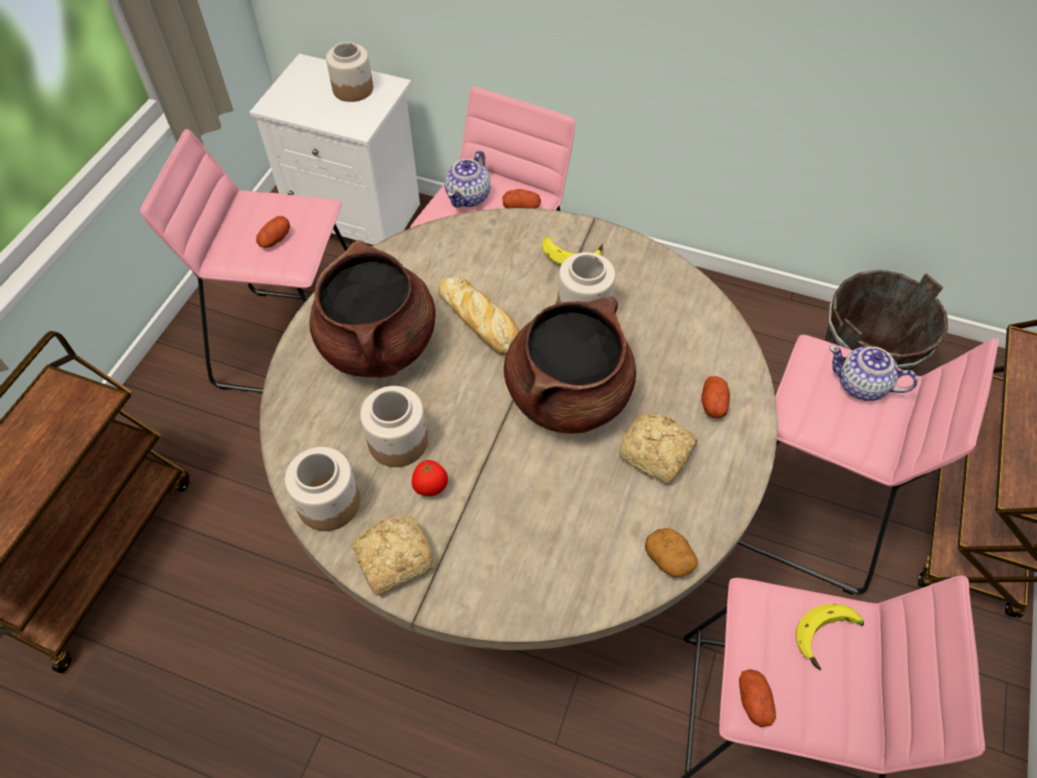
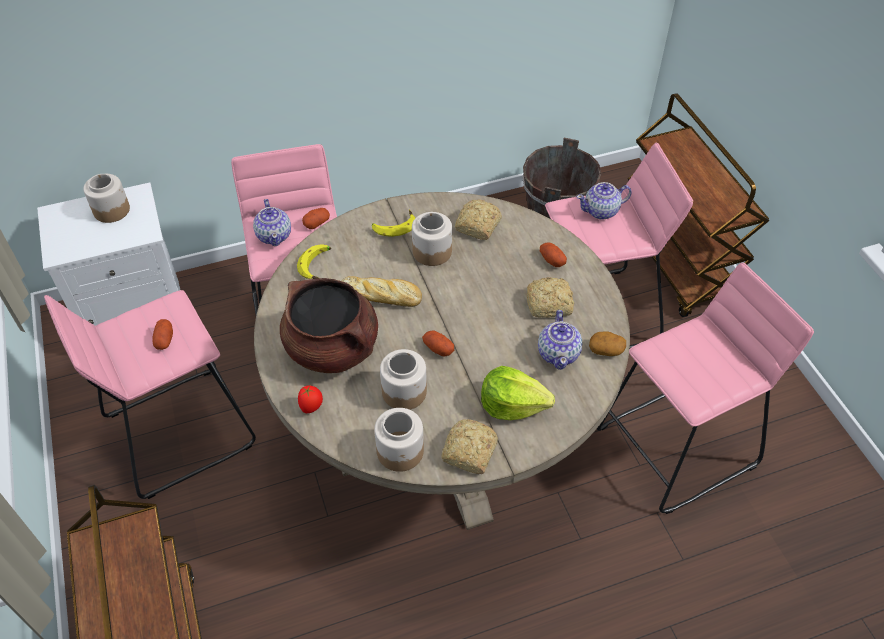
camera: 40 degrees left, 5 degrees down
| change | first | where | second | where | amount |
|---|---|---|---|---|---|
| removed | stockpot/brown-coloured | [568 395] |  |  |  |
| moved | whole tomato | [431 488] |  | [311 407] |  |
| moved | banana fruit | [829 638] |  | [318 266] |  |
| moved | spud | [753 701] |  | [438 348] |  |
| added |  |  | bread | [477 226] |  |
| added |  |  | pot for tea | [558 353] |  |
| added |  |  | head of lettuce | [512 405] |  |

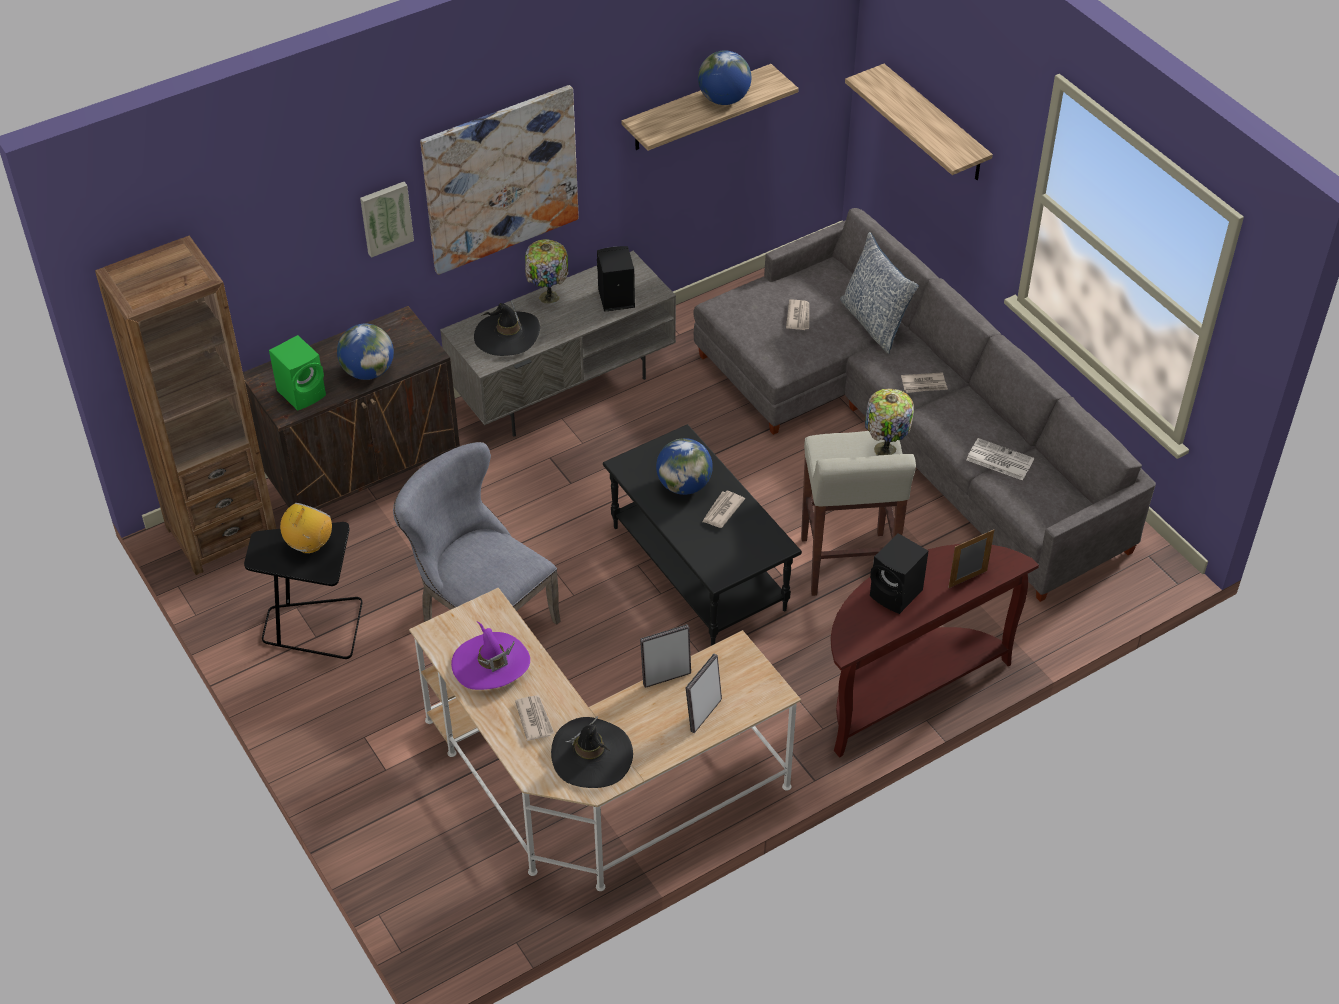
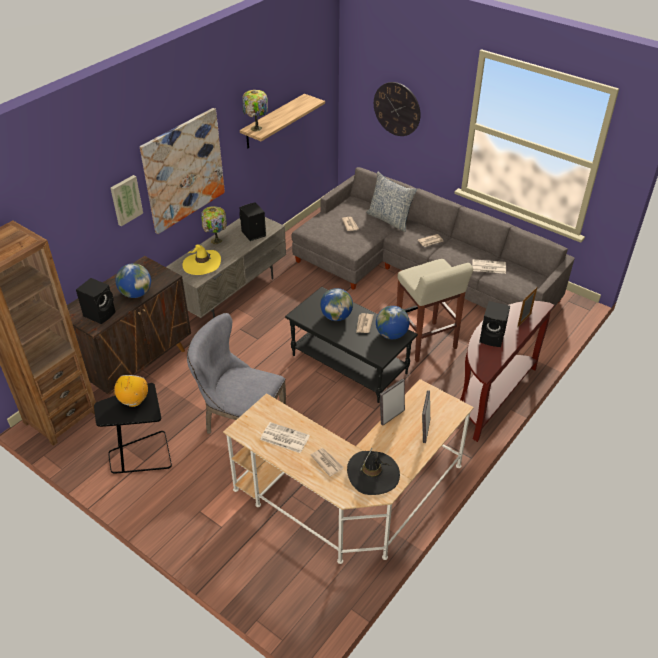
camera: 20 degrees left, 5 degrees down
| change | first | where | second | where | amount |
|---|---|---|---|---|---|
| moved | globe | [724 99] |  | [391 334] |  |
| replaced | bracket shelf | [935 124] | hanging clock | [397 109] |  |
| recoloured | clothing hat/black-coloured | [507 336] | clothing hat/yellow | [202 264] |  |
| recoloured | audio speaker/greenish | [303 393] | audio speaker/black-coloured | [100 314] |  |
| moved | tabletop lamp | [884 451] |  | [256 129] |  |
| replaced | clothing hat/purple | [491 664] | printed paper | [284 438] |  |

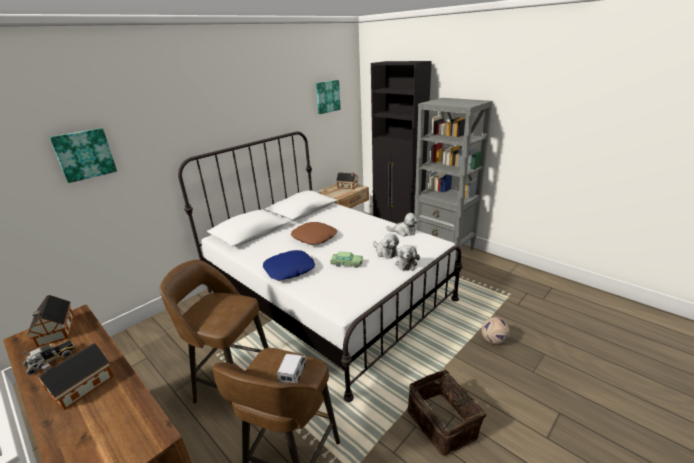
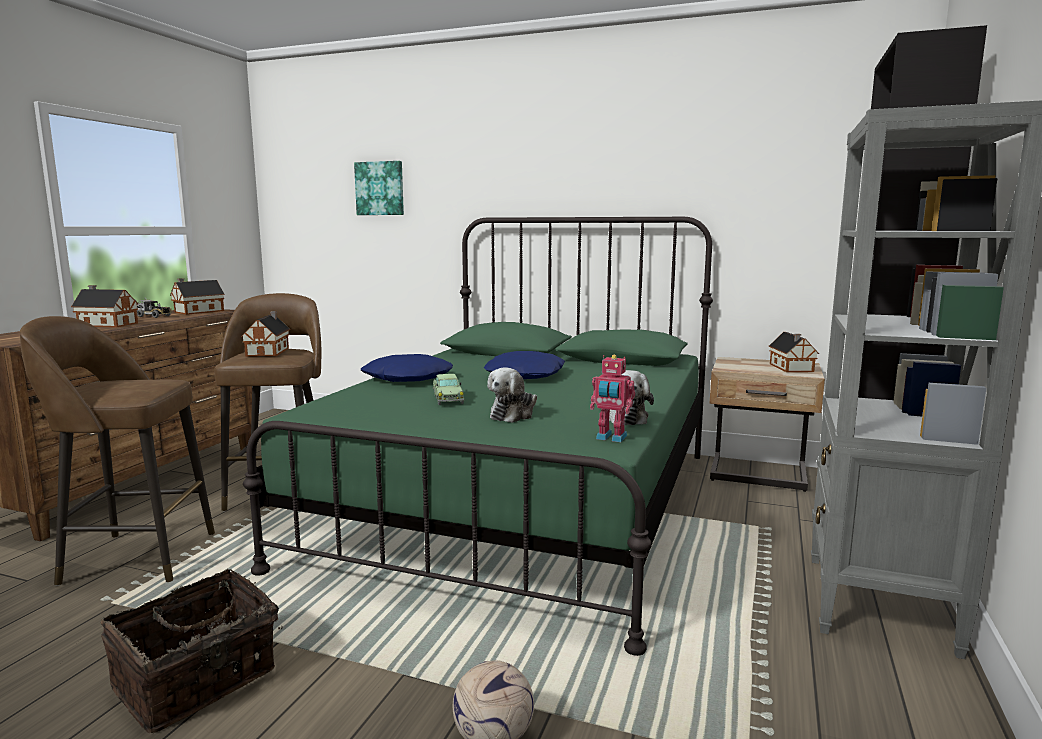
camera: 65 degrees right, 15 degrees down
| change | first | where | second | where | amount |
|---|---|---|---|---|---|
| removed | wall picture | [327 96] |  |  |  |
| recoloured | bed/white-coloured | [327 295] | bed/greenish | [523 503] |  |
| recoloured | pillow/brown-coloured | [314 237] | pillow/blue-coloured | [526 375] |  |
| removed | soft toy | [406 263] |  |  |  |
| removed | toy lorry | [293 373] |  |  |  |
| added |  |  | toy house | [269 351] |  |
| added |  |  | model robot | [611 438] |  |

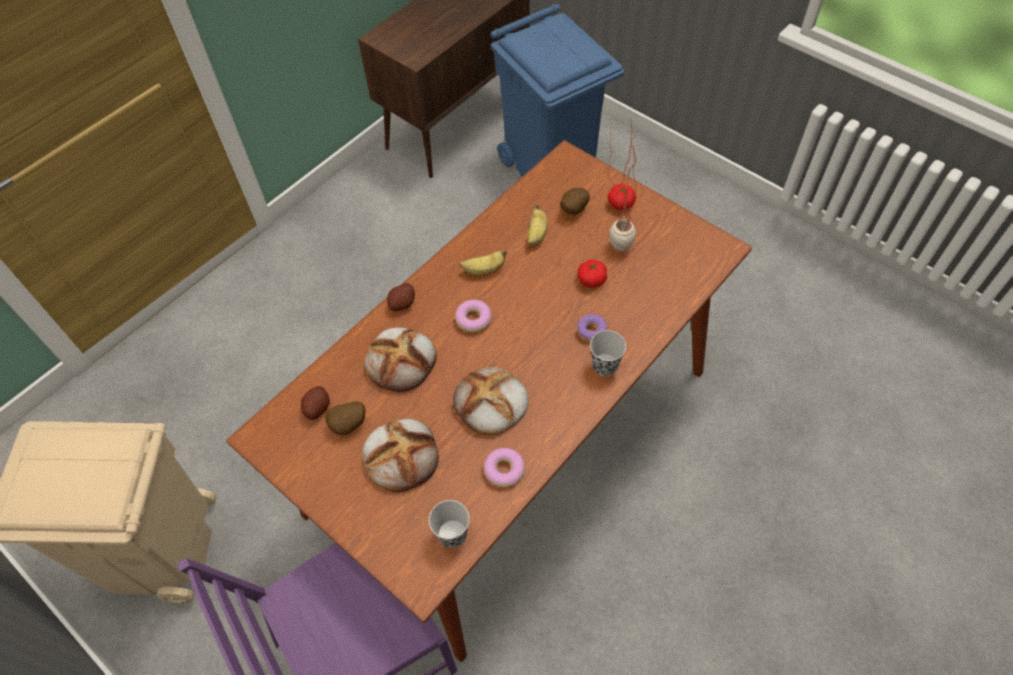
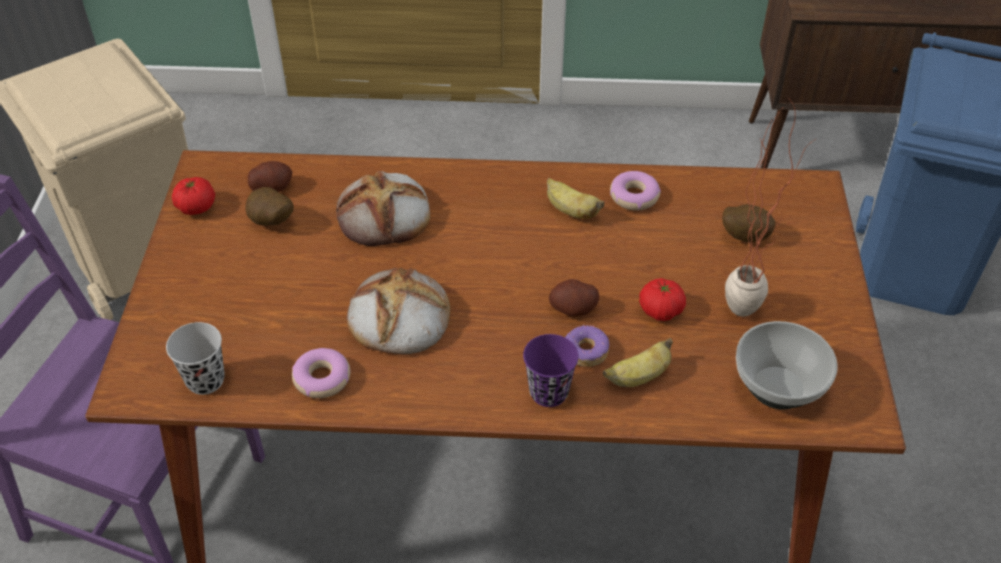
camera: 50 degrees right, 10 degrees down
| change | first | where | second | where | amount |
|---|---|---|---|---|---|
| moved | whole tomato | [620 204] |  | [196 207] |  |
| moved | banana fruit | [536 235] |  | [638 377] |  |
| moved | spud | [402 303] |  | [573 309] |  |
| moved | doughnut | [473 319] |  | [634 196] |  |
| recoloured | cup/black-coloured | [605 366] | cup/purple | [548 392] |  |
| removed | bread | [402 456] |  |  |  |
| added |  |  | serving bowl | [779 388] |  |

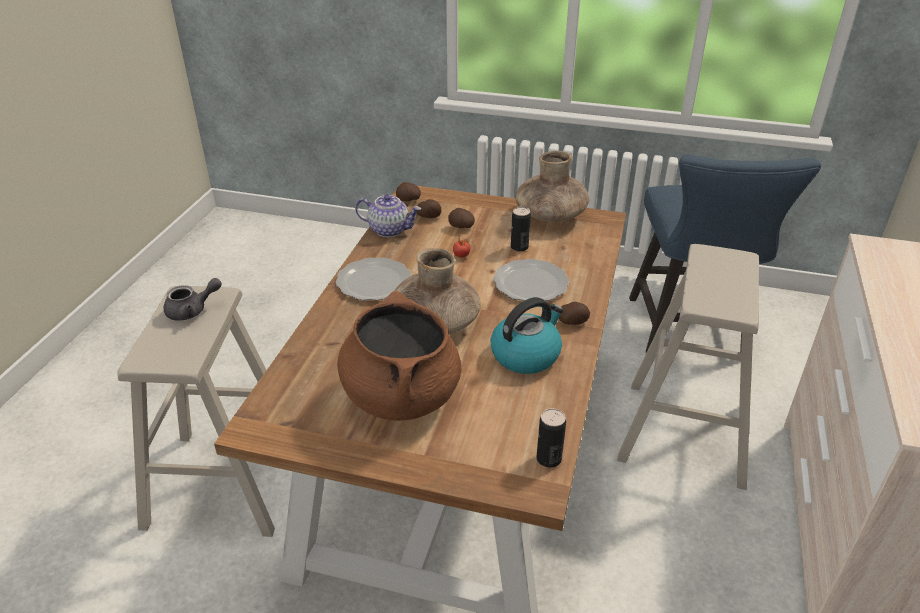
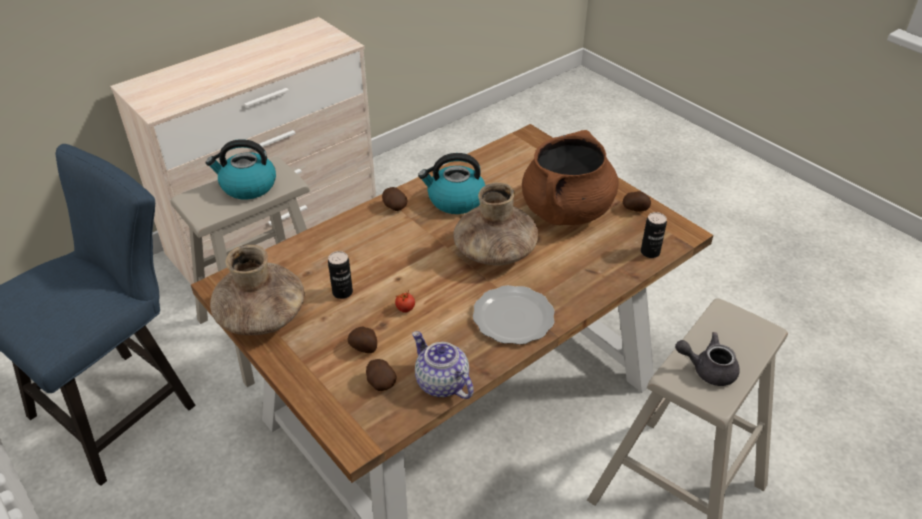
camera: 145 degrees left, 5 degrees up
| change | first | where | second | where | amount |
|---|---|---|---|---|---|
| moved | spud | [408 200] |  | [635 209] |  |
| removed | plate | [530 284] |  |  |  |
| moved | sealed can | [549 459] |  | [650 252] |  |
| added |  |  | kettle | [247 186] |  |

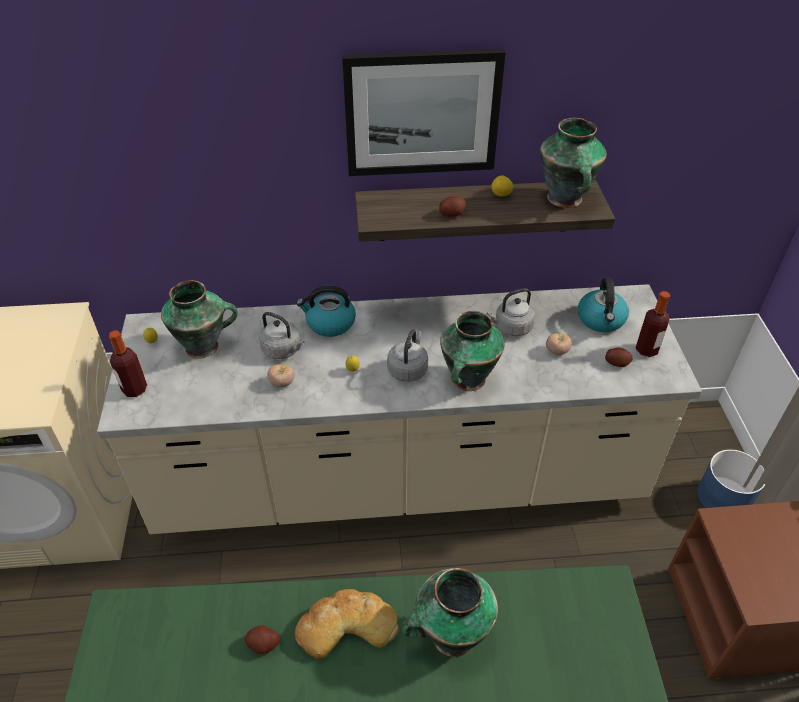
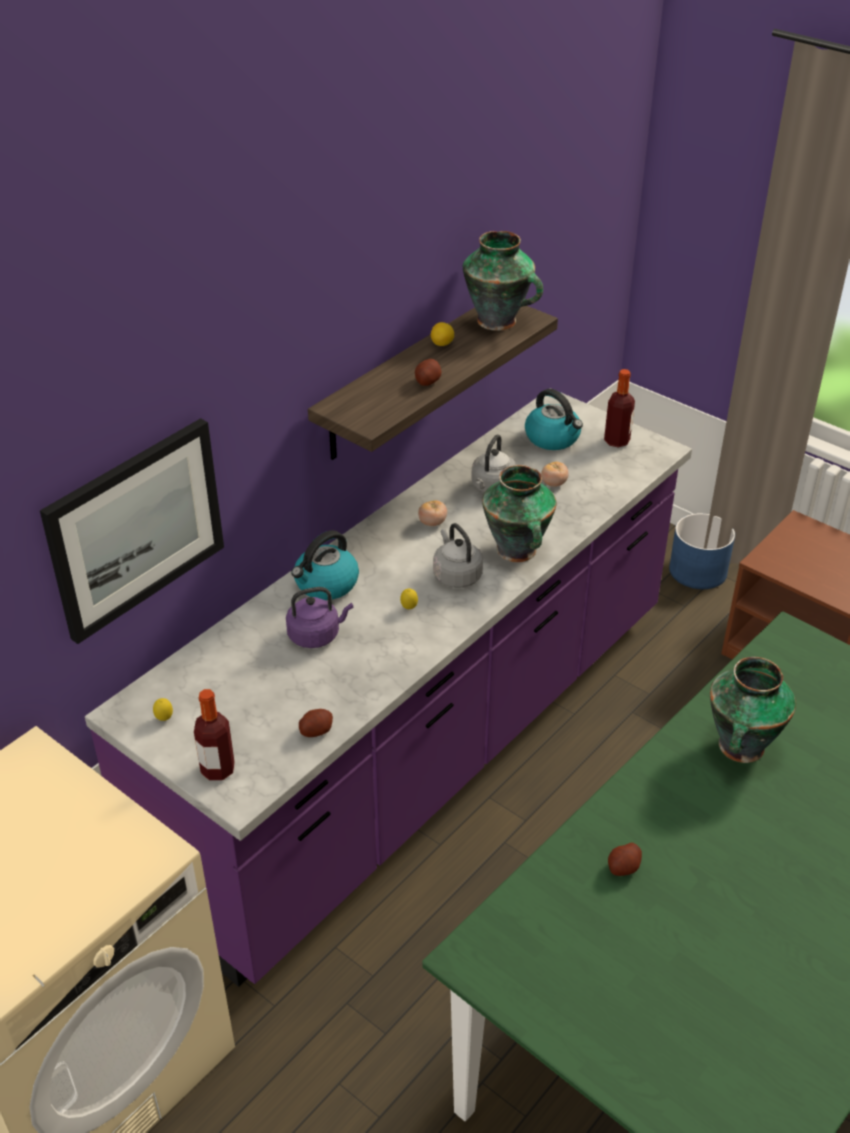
camera: 45 degrees left, 5 degrees down
| change | first | where | second | where | amount |
|---|---|---|---|---|---|
| moved | wall picture | [422 113] |  | [136 528] |  |
| removed | decorative vase | [204 347] |  |  |  |
| recoloured | kitchen base unit/sand-coloured | [399 478] | kitchen base unit/purple | [425 748] |  |
| recoloured | kettle/greyish | [283 350] | kettle/purple | [316 635] |  |
| moved | spud | [617 363] |  | [316 730] |  |
| moved | whole tomato | [282 383] |  | [432 523] |  |
| removed | bread | [346 625] |  |  |  |

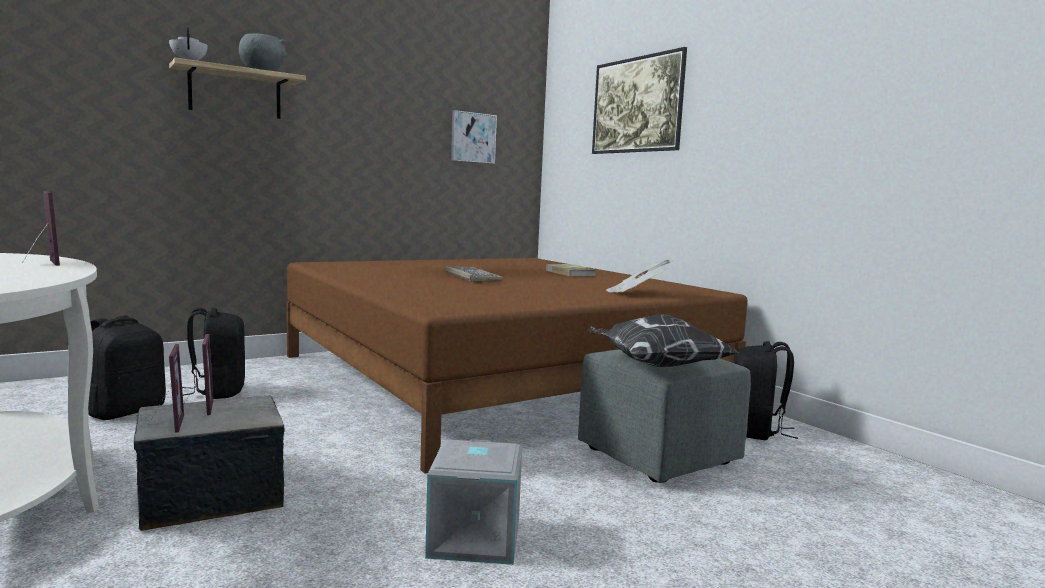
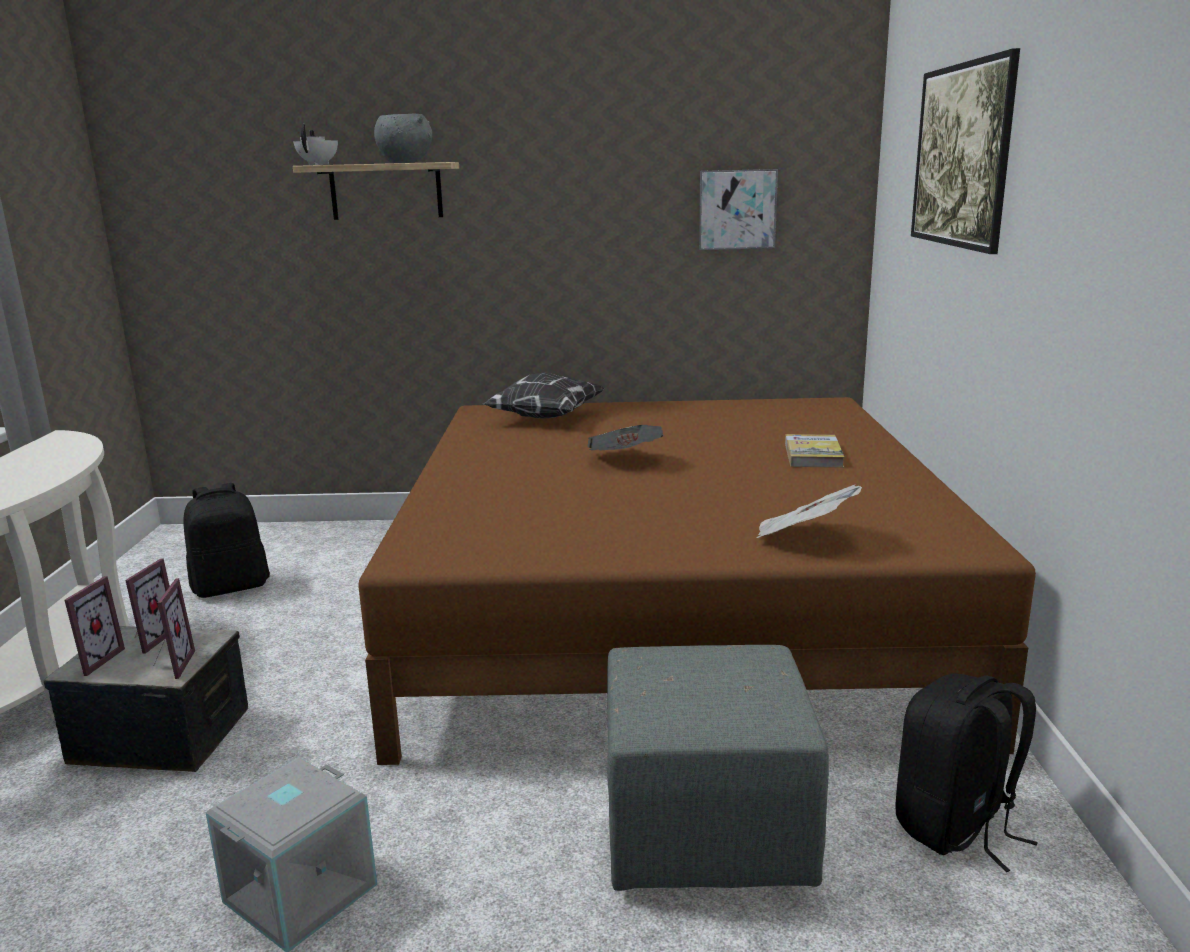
camera: 35 degrees right, 10 degrees up
| change | first | where | second | where | amount |
|---|---|---|---|---|---|
| moved | picture frame | [39 263] |  | [170 665] |  |
| replaced | PC keyboard | [471 276] | printed paper | [624 460] |  |
| removed | knapsack/black-coloured | [217 392] |  |  |  |
| moved | pillow | [655 366] |  | [544 418] |  |

